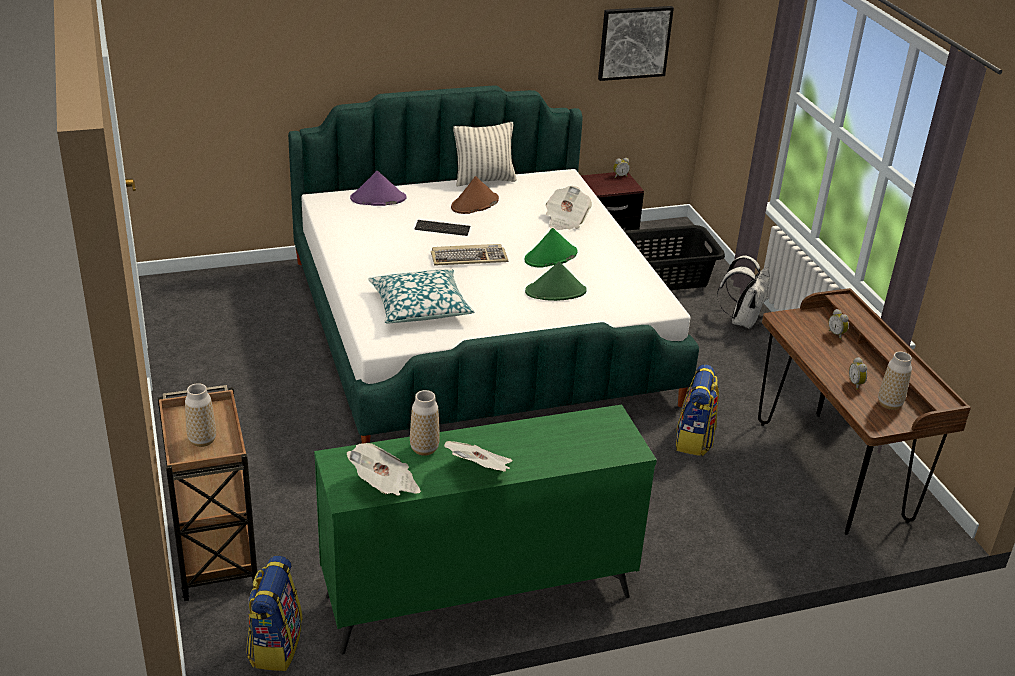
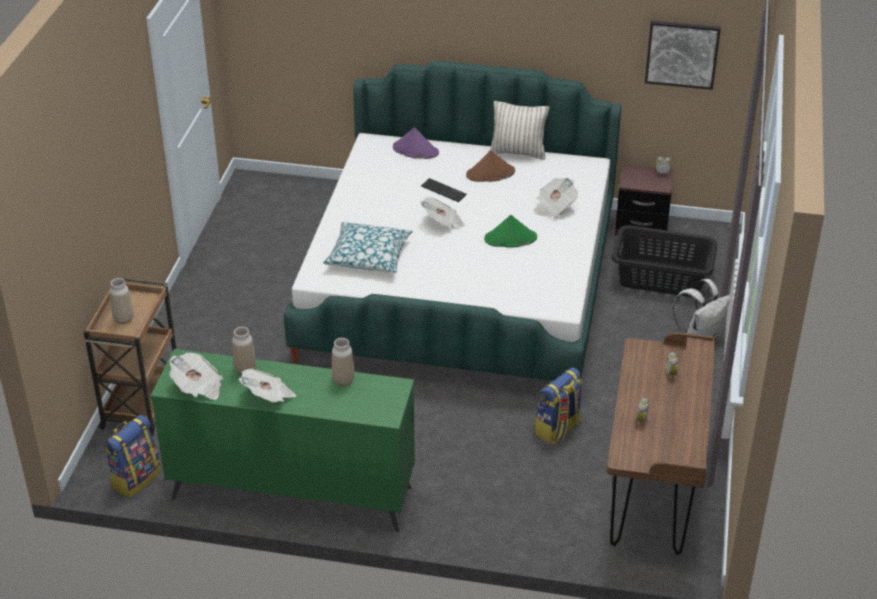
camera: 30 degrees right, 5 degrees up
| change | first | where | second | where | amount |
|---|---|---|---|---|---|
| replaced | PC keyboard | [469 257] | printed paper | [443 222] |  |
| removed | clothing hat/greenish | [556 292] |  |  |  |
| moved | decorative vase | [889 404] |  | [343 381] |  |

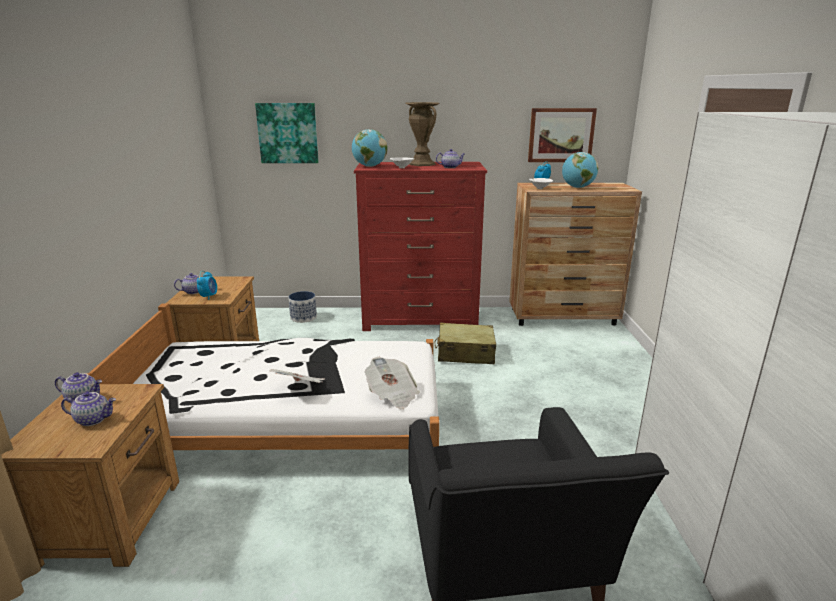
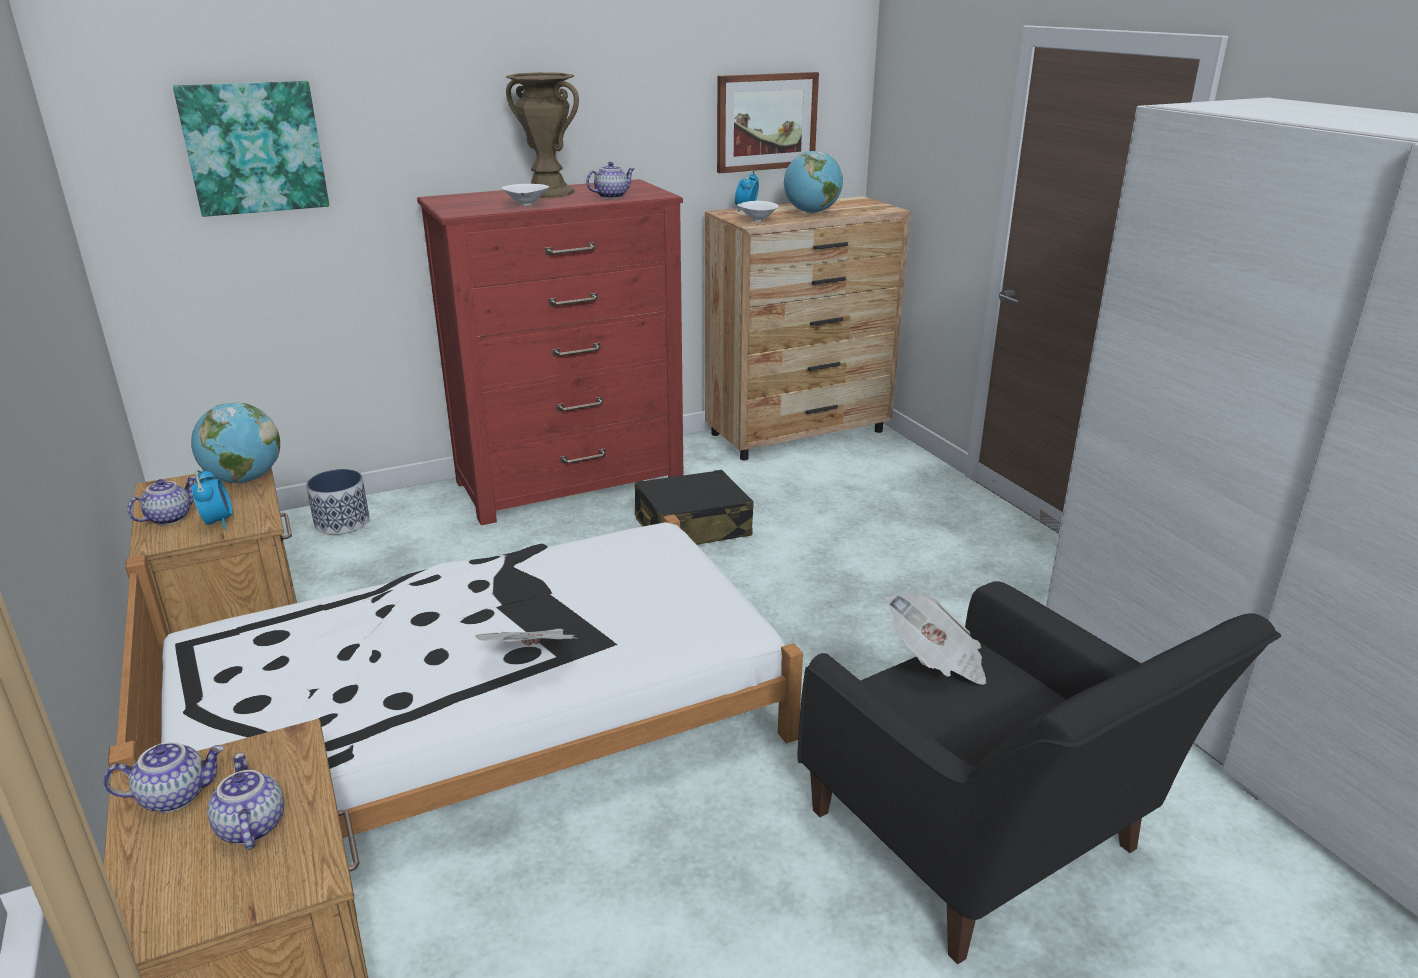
camera: 25 degrees left, 5 degrees up
| change | first | where | second | where | amount |
|---|---|---|---|---|---|
| moved | globe | [369 166] |  | [244 480] |  |
| recoloured | piece of luggage/sand-coloured | [465 353] | piece of luggage/black-coloured | [692 527] |  |
| moved | printed paper | [392 395] |  | [936 661] |  |
| turned | pot for tea | [94 419] |  | [249 827] | 90 degrees counterclockwise |

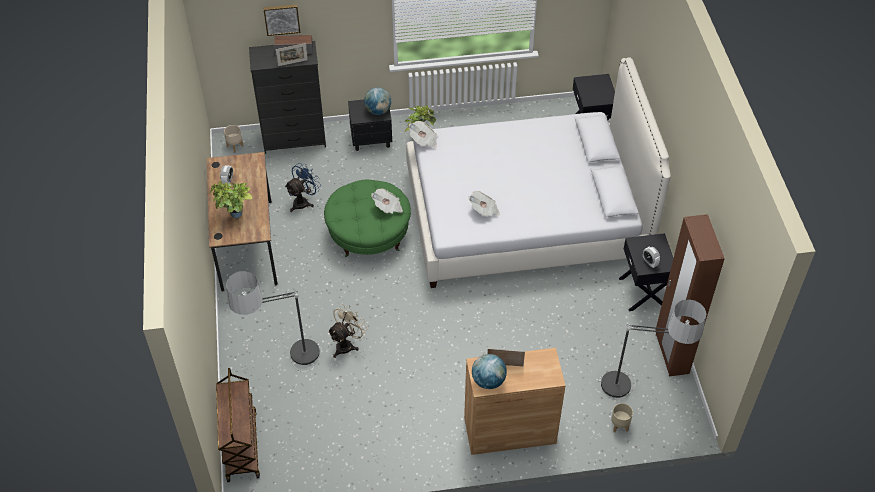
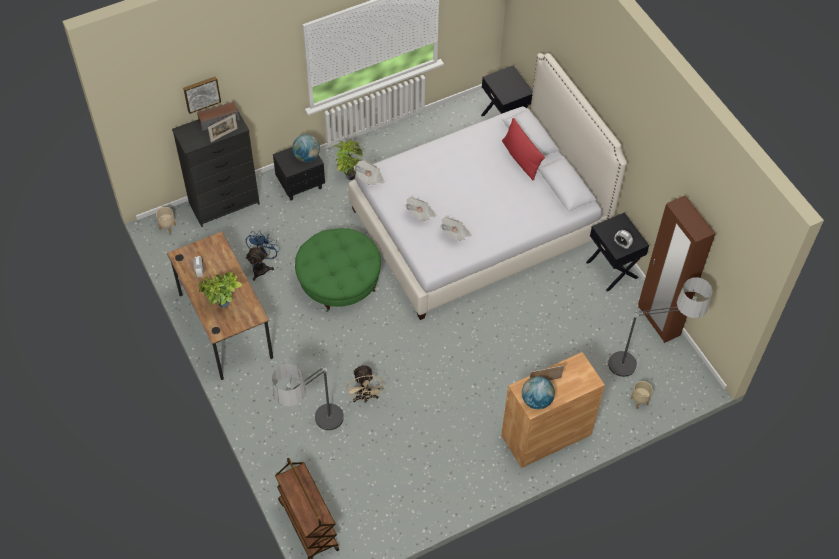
camera: 20 degrees left, 5 degrees up
| change | first | where | second | where | amount |
|---|---|---|---|---|---|
| moved | printed paper | [388 207] |  | [420 214] |  |
| turned | electric fan/sand-coloured | [347 344] |  | [365 397] | 150 degrees clockwise |
| added |  |  | pillow/red-coloured | [521 159] |  |

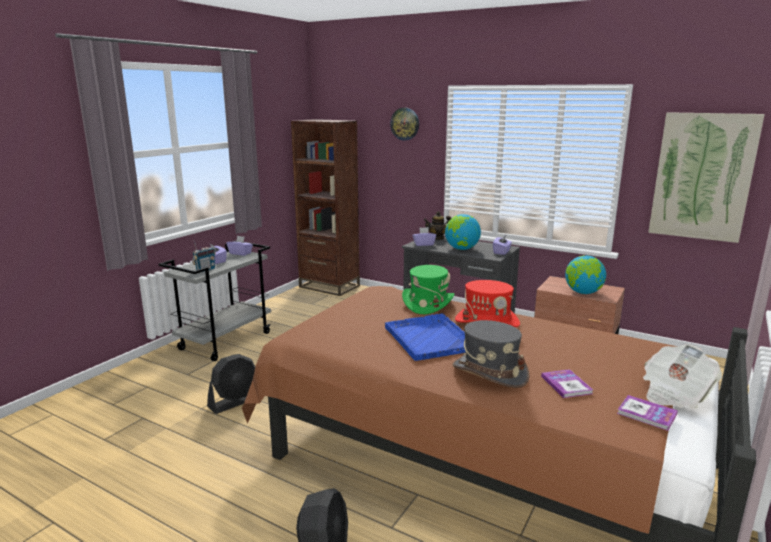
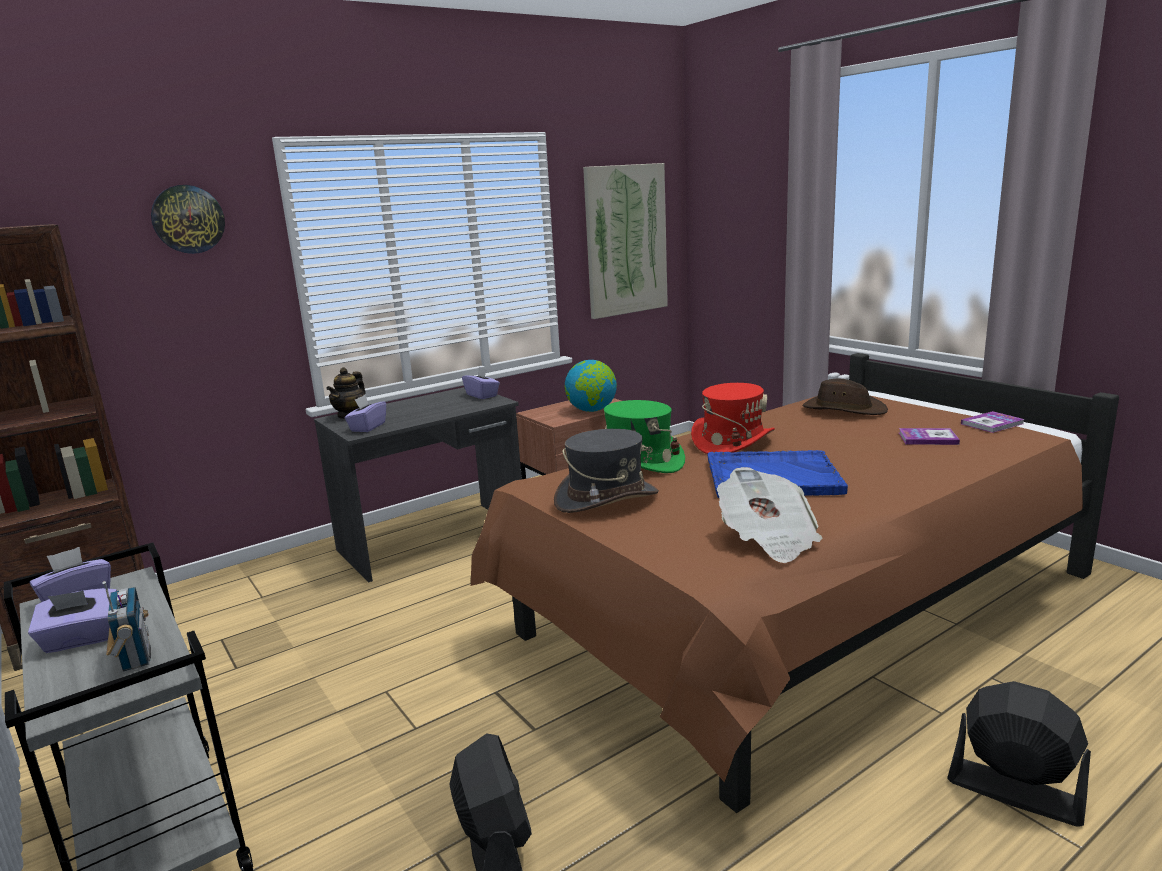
camera: 65 degrees left, 0 degrees up
| change | first | where | second | where | amount |
|---|---|---|---|---|---|
| removed | globe | [461 249] |  |  |  |
| moved | clothing hat/greyish | [489 372] |  | [606 499] |  |
| moved | printed paper | [674 393] |  | [768 539] |  |
| added |  |  | clothing hat/brown-coloured | [843 409] |  |

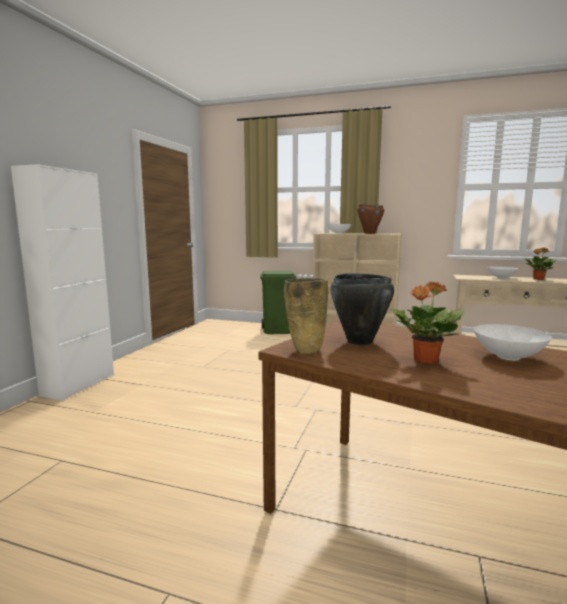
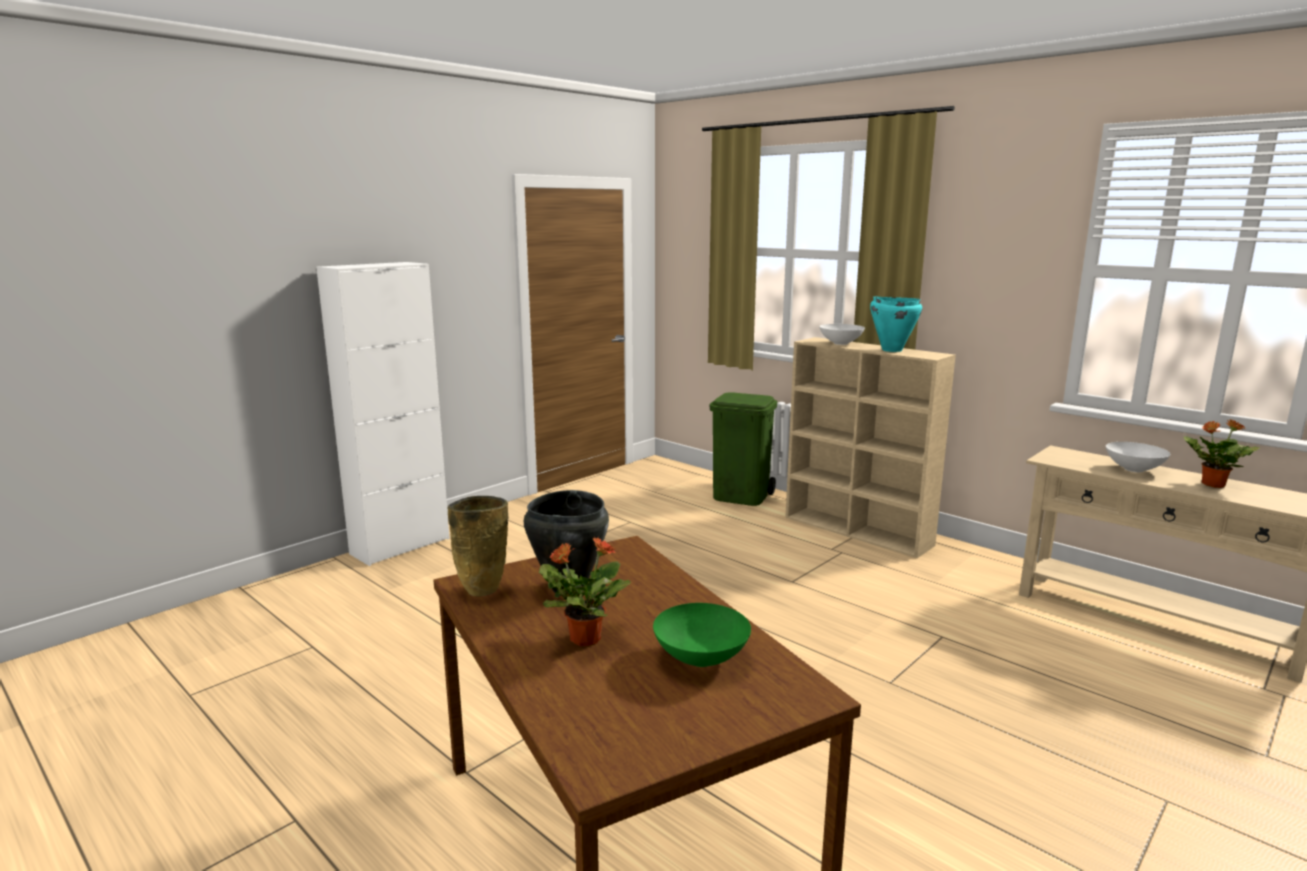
camera: 25 degrees right, 5 degrees up
| change | first | where | second | where | amount |
|---|---|---|---|---|---|
| recoloured | stockpot/brown-coloured | [369 233] | stockpot/blue-green | [891 350] |  |
| recoloured | serving bowl/white-coloured | [509 357] | serving bowl/greenish | [702 659] |  |

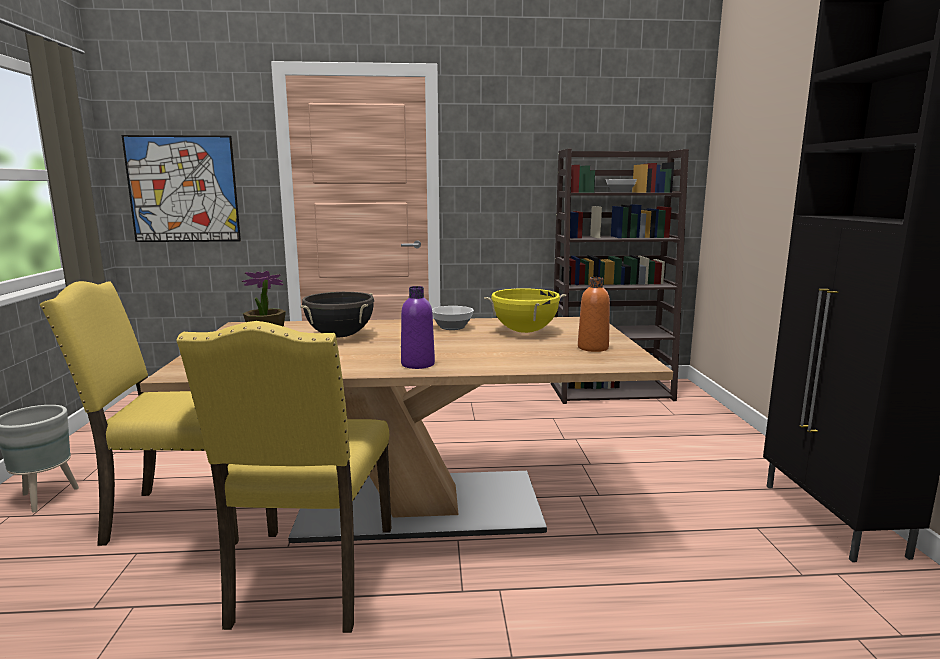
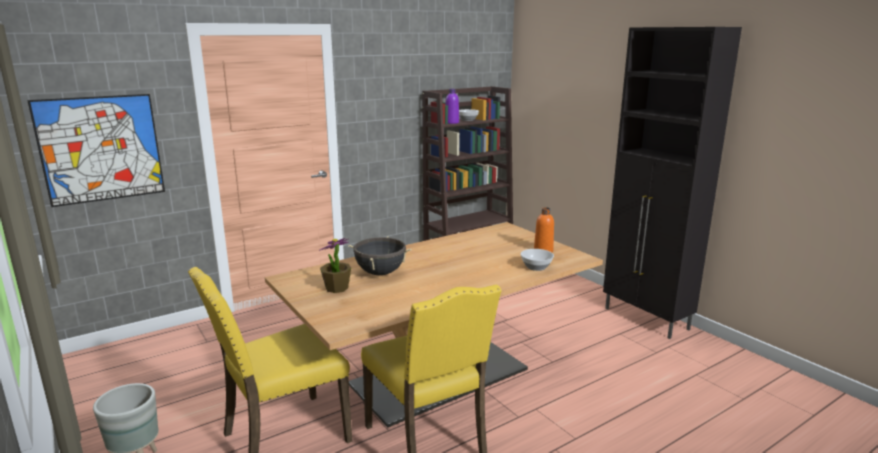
camera: 30 degrees left, 5 degrees up
| change | first | where | second | where | amount |
|---|---|---|---|---|---|
| moved | beverage bottle/purple | [418 364] |  | [452 122] |  |
| removed | stockpot/yellow | [524 331] |  |  |  |
| moved | serving bowl | [451 327] |  | [535 267] |  |

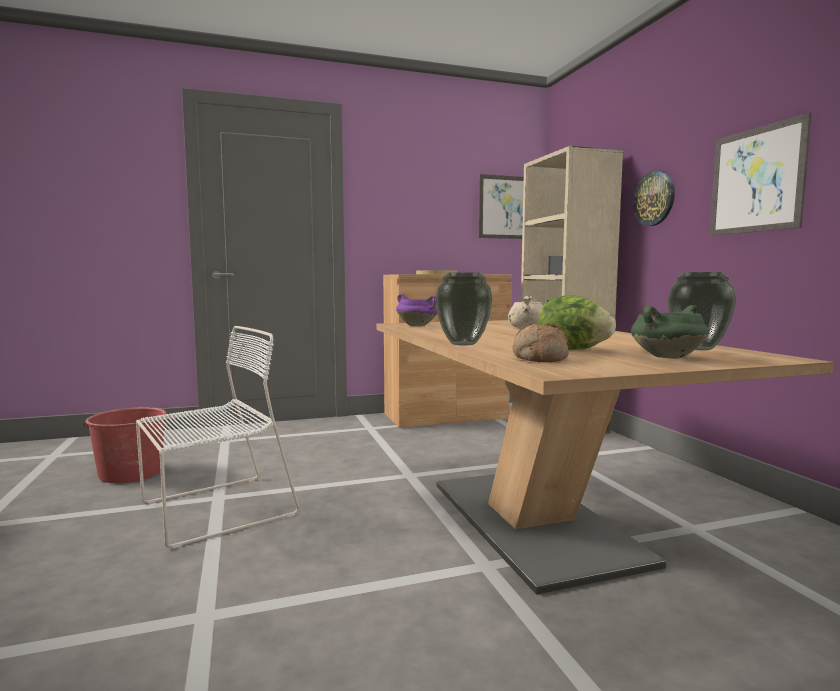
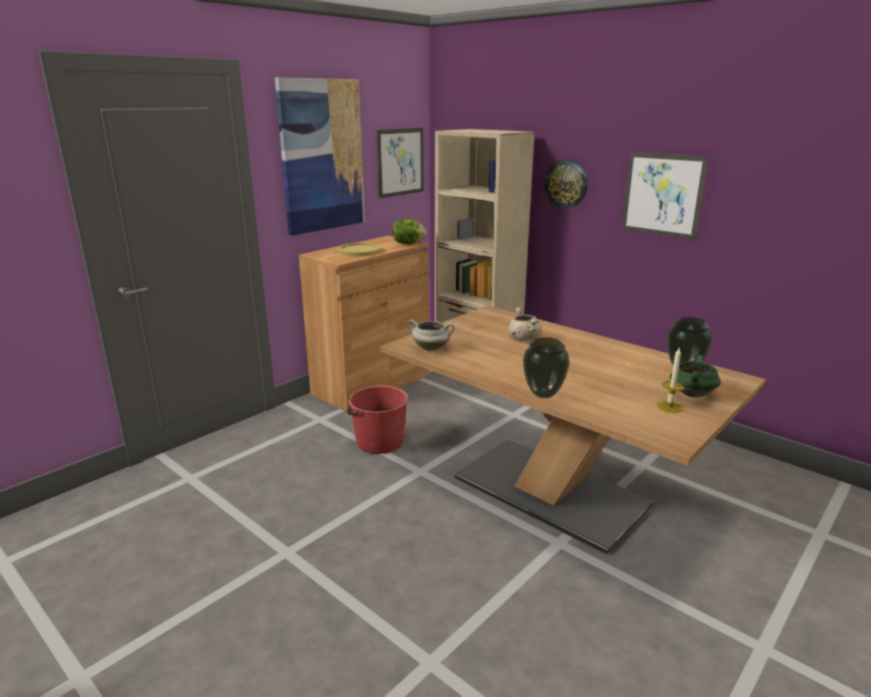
camera: 30 degrees left, 15 degrees up
| change | first | where | second | where | amount |
|---|---|---|---|---|---|
| recoloured | stockpot/purple | [418 326] | stockpot/white-coloured | [431 348] |  |
| moved | head of lettuce | [573 350] |  | [408 243] |  |
| removed | bread | [538 358] |  |  |  |
| removed | chair/white-coloured | [213 510] |  |  |  |
| moved | water bucket/red-coloured | [131 473] |  | [379 441] |  |
| added |  |  | wall picture | [321 156] |  |
| added |  |  | candle | [669 407] |  |

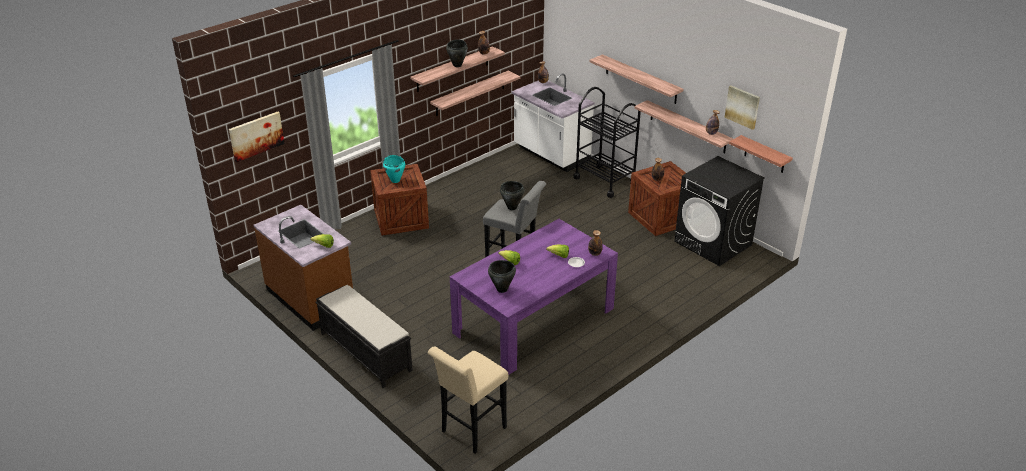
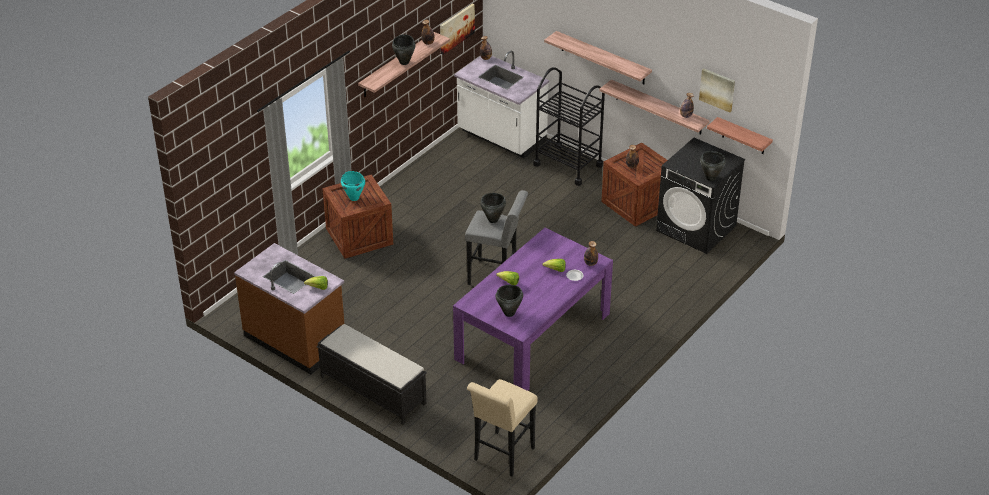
camera: 10 degrees left, 5 degrees up
| change | first | where | second | where | amount |
|---|---|---|---|---|---|
| removed | bracket shelf | [470 93] |  |  |  |
| moved | wall picture | [256 136] |  | [456 28] |  |
| added |  |  | stockpot/black-coloured | [710 178] |  |

